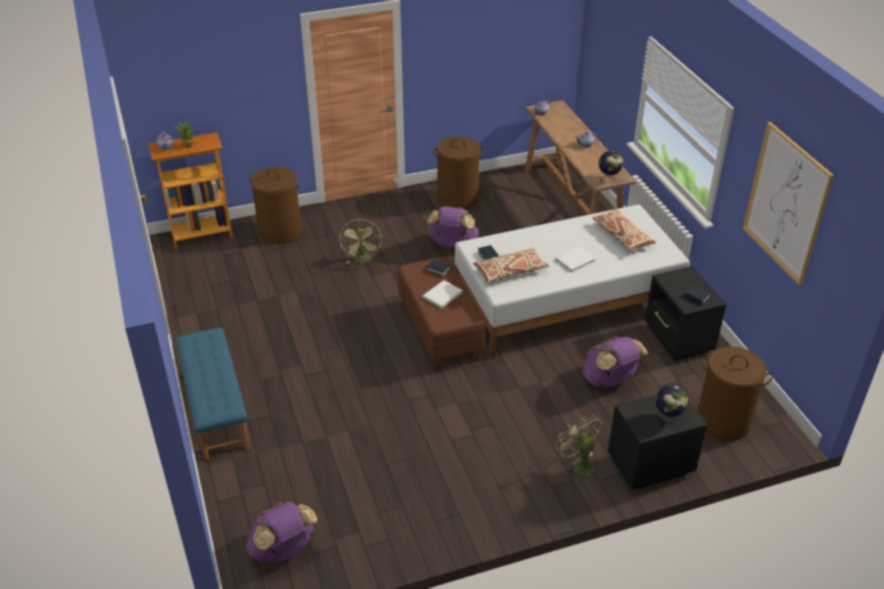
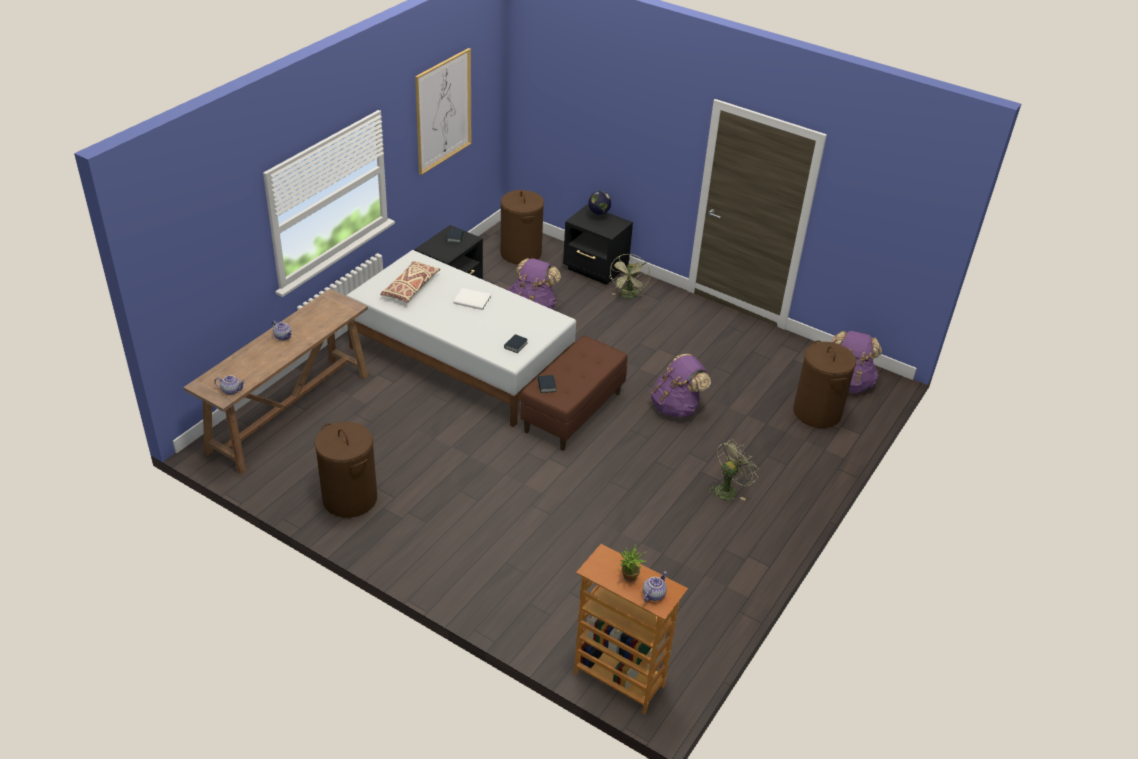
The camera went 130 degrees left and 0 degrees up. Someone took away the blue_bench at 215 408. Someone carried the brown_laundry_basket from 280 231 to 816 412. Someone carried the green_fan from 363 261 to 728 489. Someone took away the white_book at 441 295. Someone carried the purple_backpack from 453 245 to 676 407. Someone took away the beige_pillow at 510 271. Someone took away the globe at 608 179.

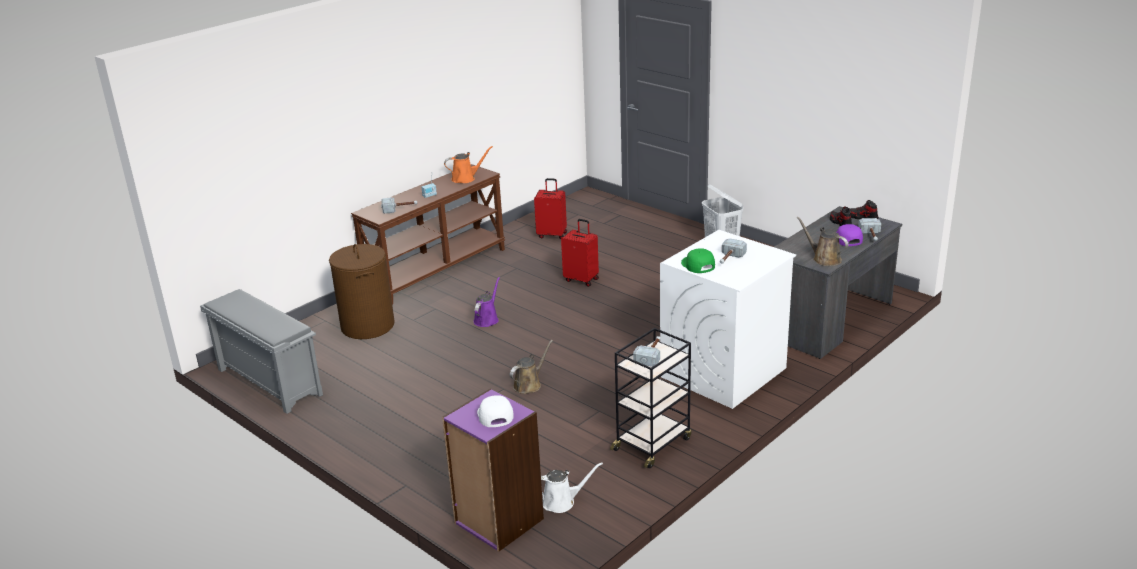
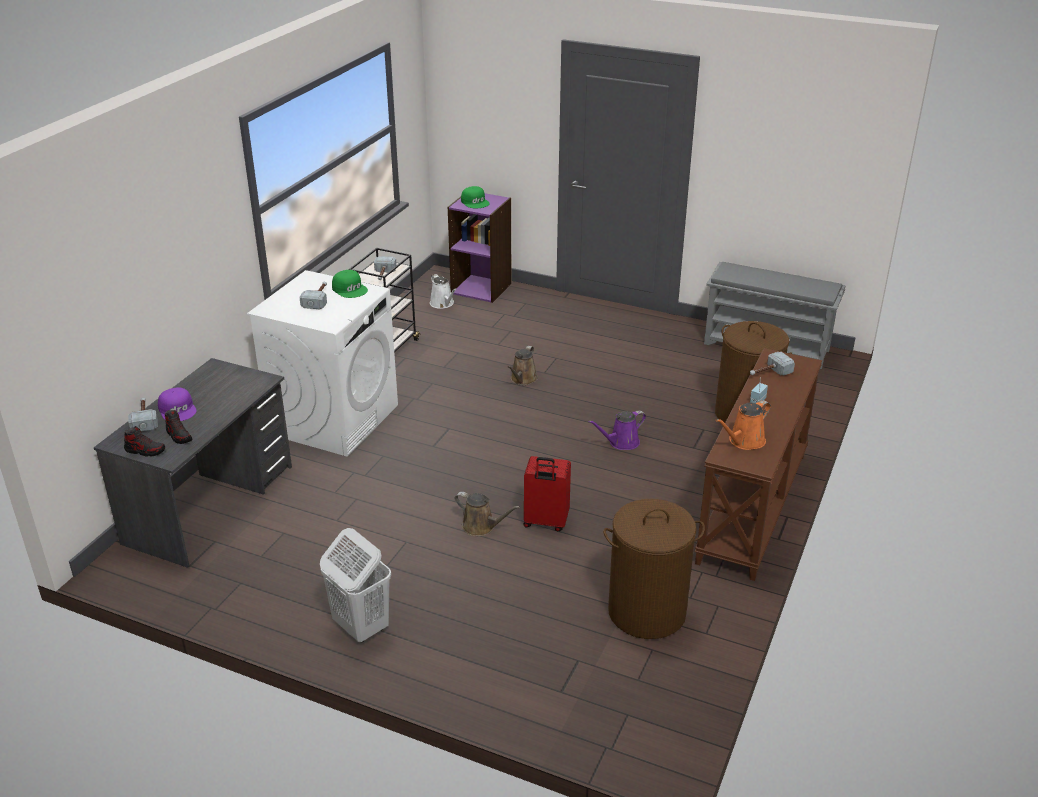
The camera went 160 degrees right and 5 degrees up. Someone rotated the purple_watering_can at 487 319 by 60 degrees clockwise. Someone repainted the white_cap at 494 415, which became the green_cap at 475 202. Someone swapped the red_suitcase at 552 235 for the brown_laundry_basket at 646 612. Someone rotated the white_watering_can at 561 502 by 90 degrees counterclockwise. Someone carried the brown_watering_can from 824 259 to 481 527.

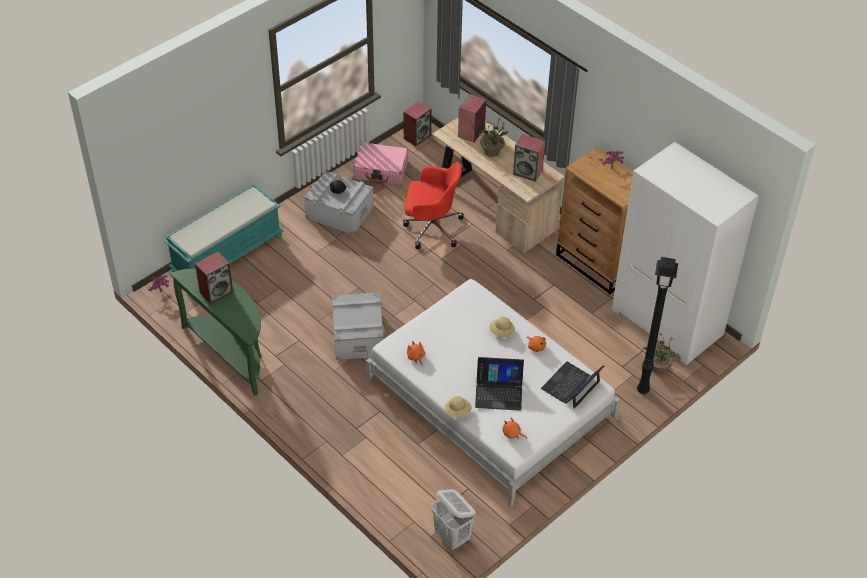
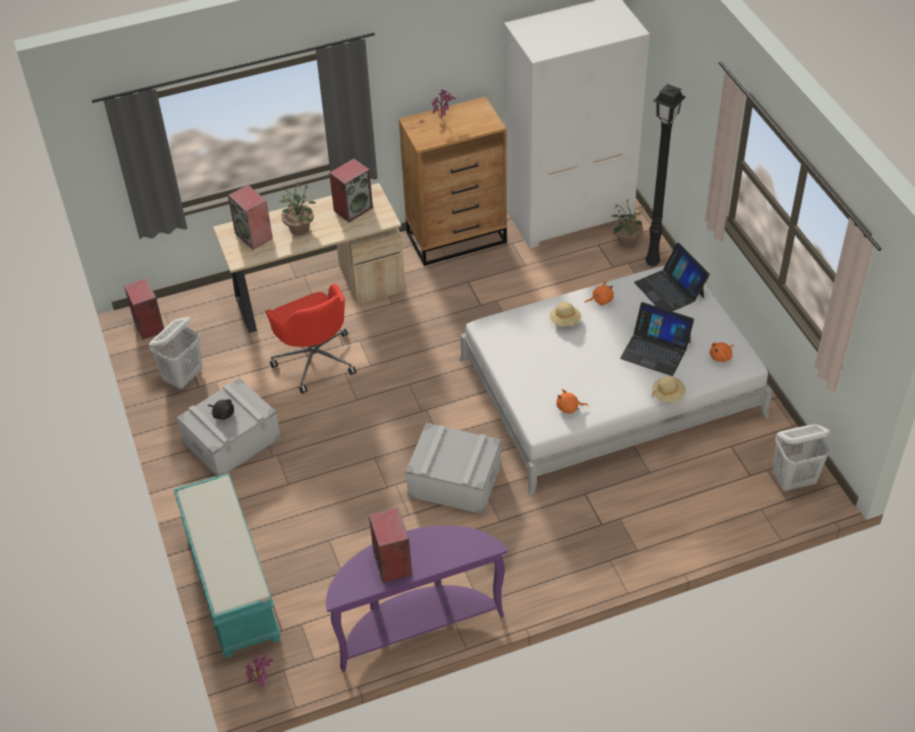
The camera went 65 degrees left and 0 degrees up. Someone repainted the green_console_table at 230 353, which became the purple_console_table at 416 625. Someone swapped the pink_suitcase at 381 170 for the white_laundry_basket at 184 377. Someone rotated the red_office_chair at 431 227 by 120 degrees clockwise. Someone rotated the laptop at 499 392 by 90 degrees clockwise.

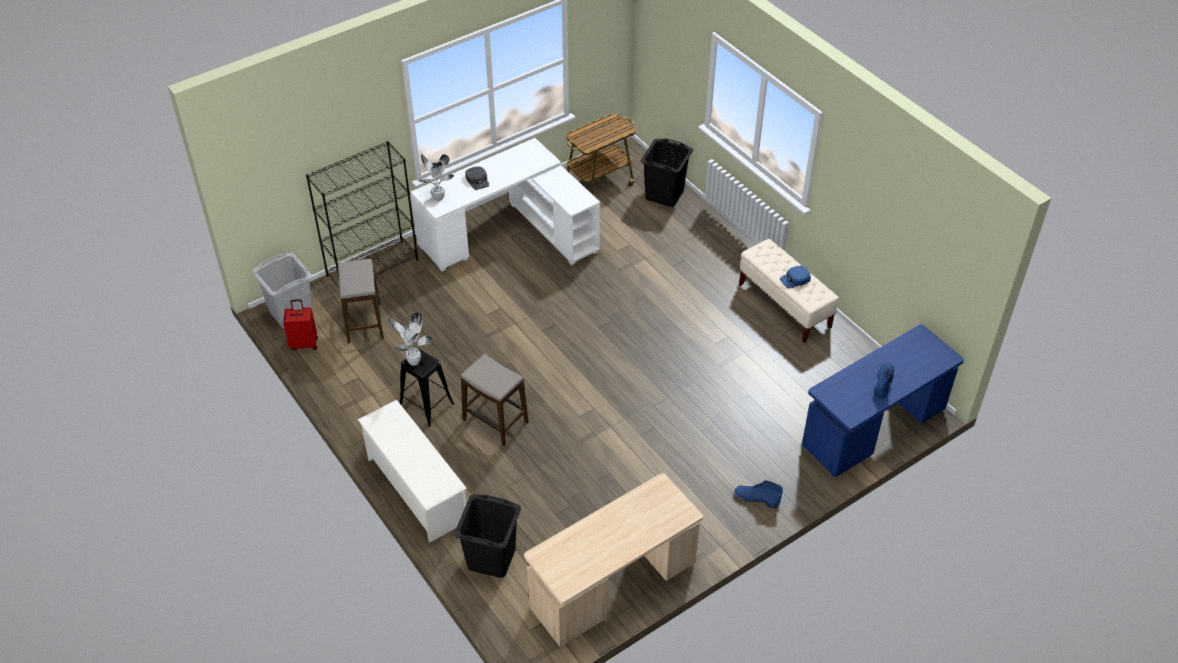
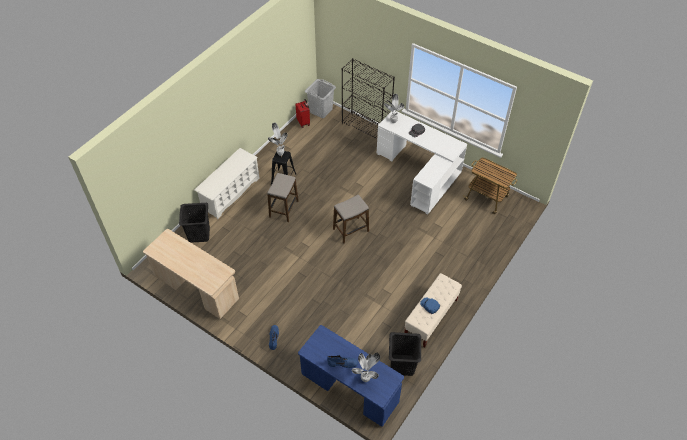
The camera went 70 degrees right and 5 degrees up. Someone carried the stool from 364 323 to 351 230. Someone carried the black_laundry_basket from 664 194 to 402 364. Someone put down the potted_plant at 366 378.

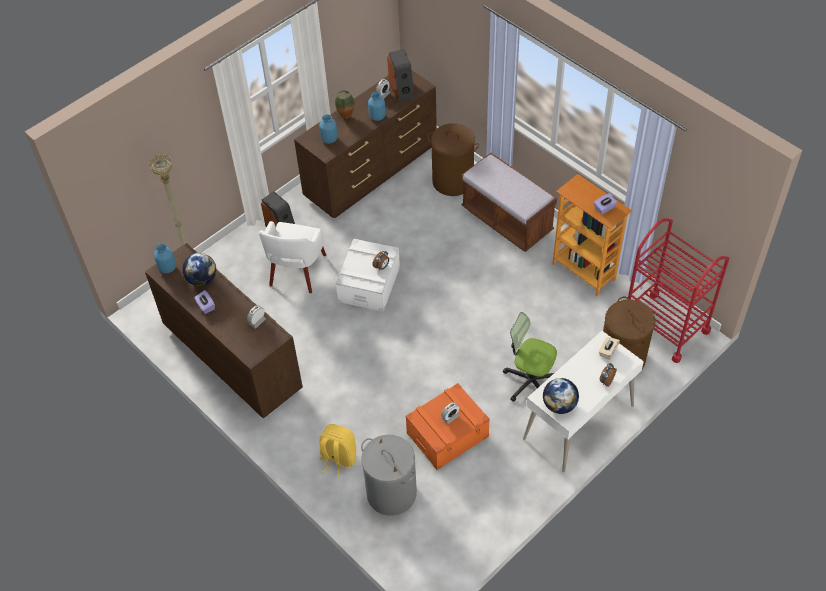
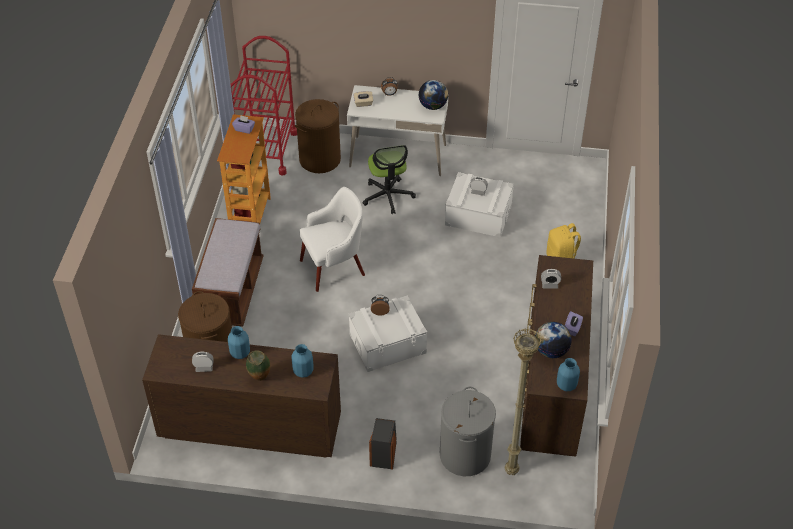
The camera went 130 degrees left and 5 degrees down. Someone carried the white_armchair from 297 271 to 333 267. Someone carried the grey_laundry_basket from 391 493 to 465 455. Someone took away the speaker at 402 90. Someone repainted the orange_storage_box at 447 434, which became the white_storage_box at 478 215.

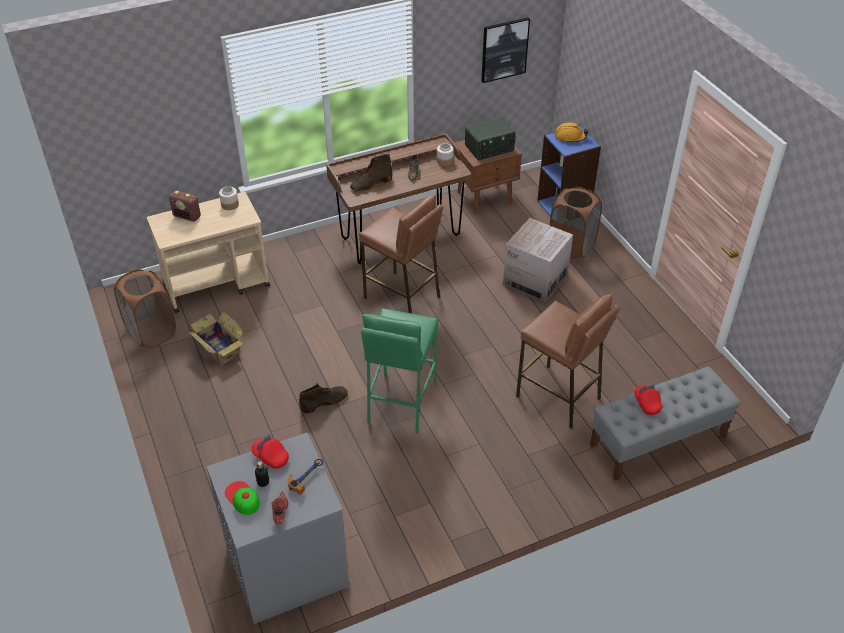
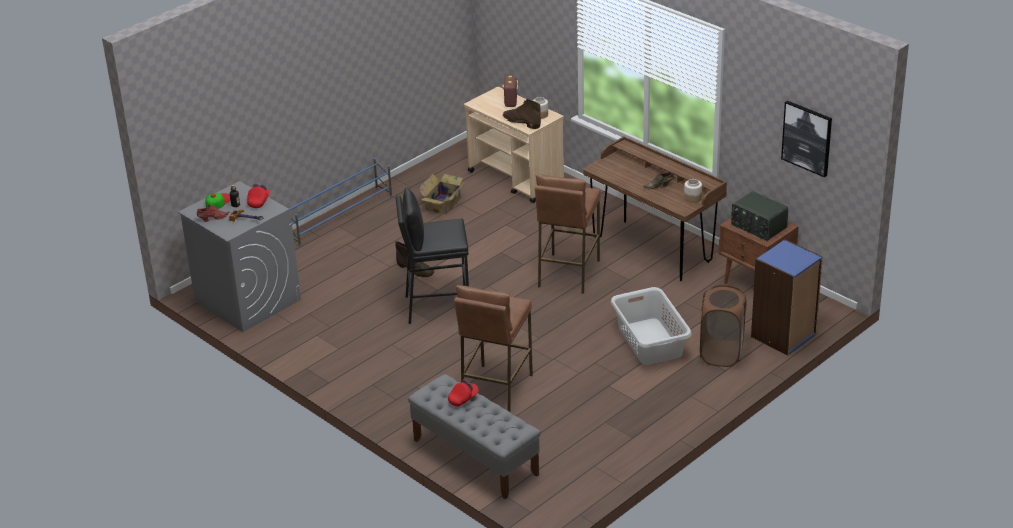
The camera went 70 degrees right and 10 degrees down. Someone took away the brown_laundry_basket at 151 332. Someone carried the brown_boot from 371 184 to 521 122. Someone repainted the green_stool at 400 403, which became the black_stool at 437 307. Someone swapped the cardboard_box at 535 280 for the grey_laundry_basket at 649 342. Someone took away the orange_hard_hat at 570 137. Someone put down the blue_shoe_rack at 340 216.

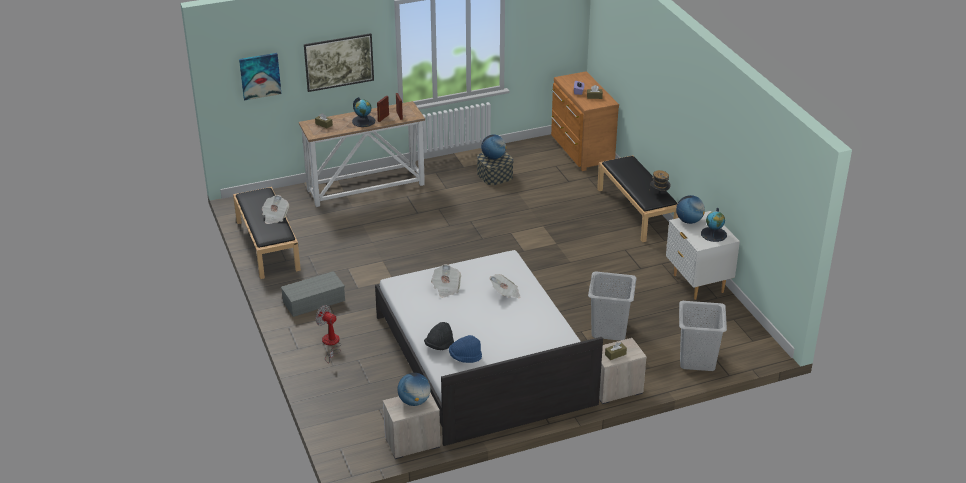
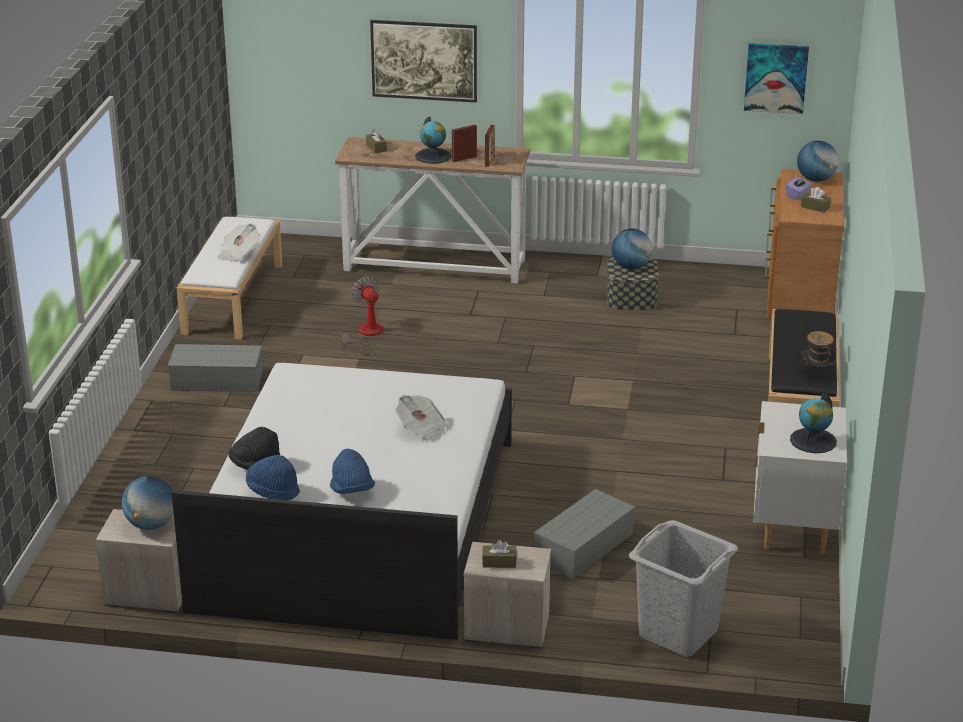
The camera went 30 degrees right and 5 degrees down. Someone repainted the black_bench at 267 245, which became the white_bench at 232 298. Someone carried the picture from 260 76 to 776 77. Someone carried the fan from 330 344 to 366 334. Someone took away the newspaper at 446 288. Someone swapped the grey_laundry_basket at 609 329 for the grey_storage_box at 584 545. Someone carried the globe from 689 221 to 816 180. Someone put down the blue_hat at 352 490.

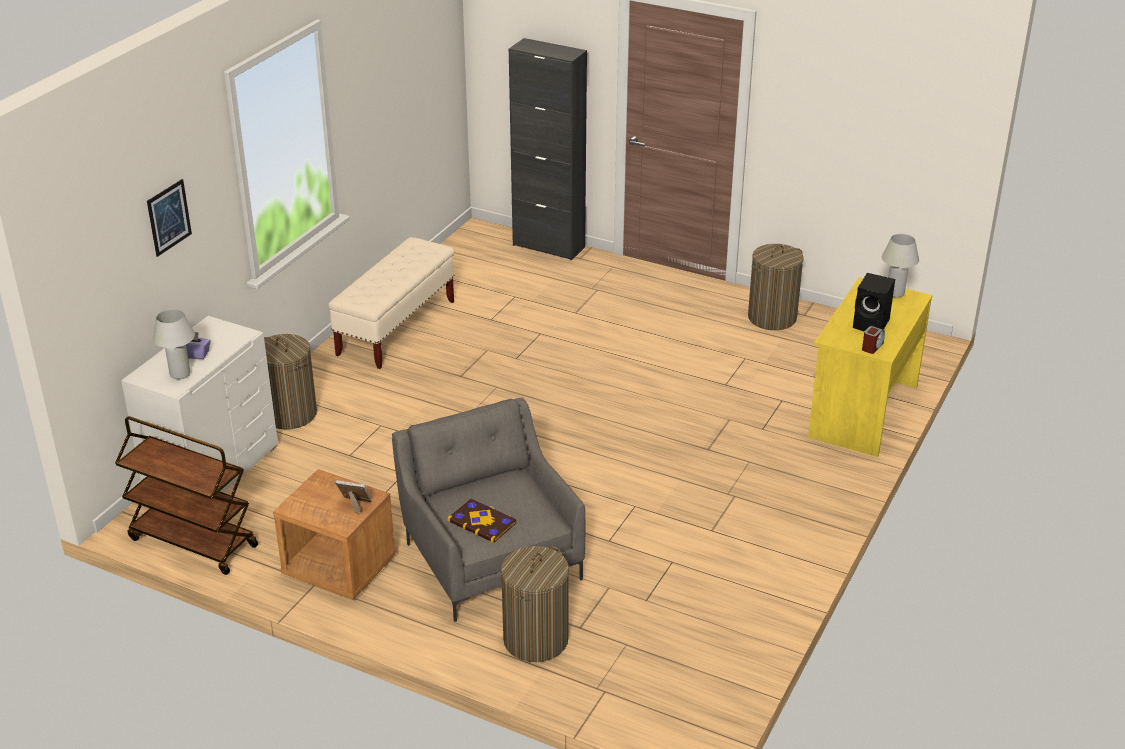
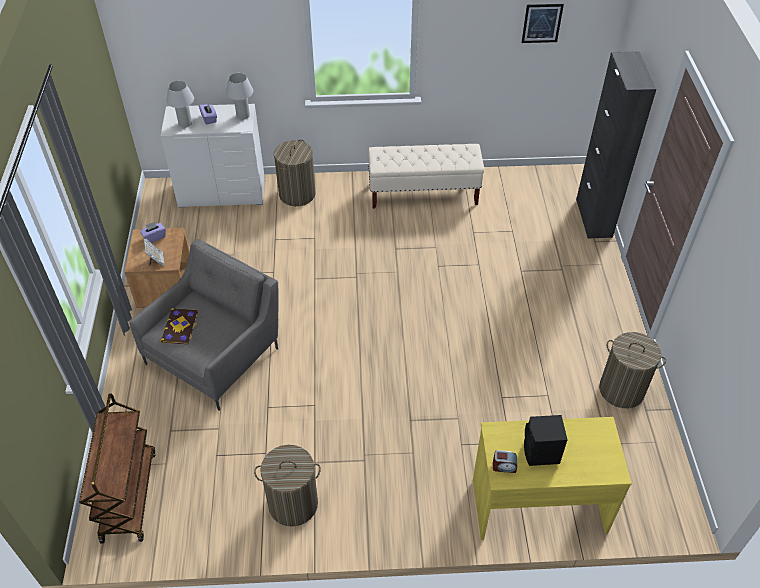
The camera went 60 degrees right and 15 degrees up. Someone carried the brown_cart from 192 542 to 128 495. Someone carried the picture from 169 217 to 542 23. Someone carried the laundry_basket from 535 640 to 293 504. Someone carried the white_table_lamp from 895 293 to 243 116. Someone put down the purple_tissue_box at 154 237.

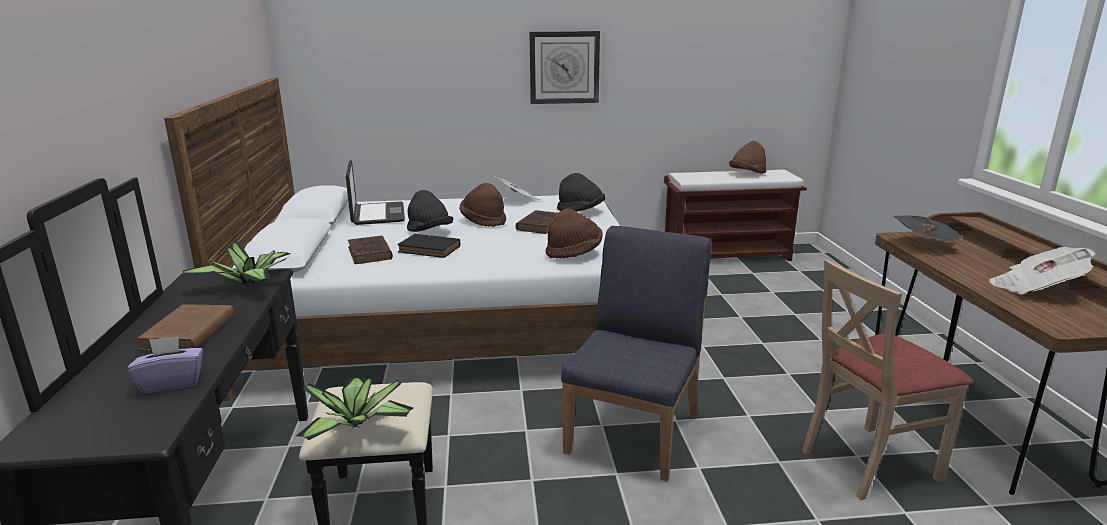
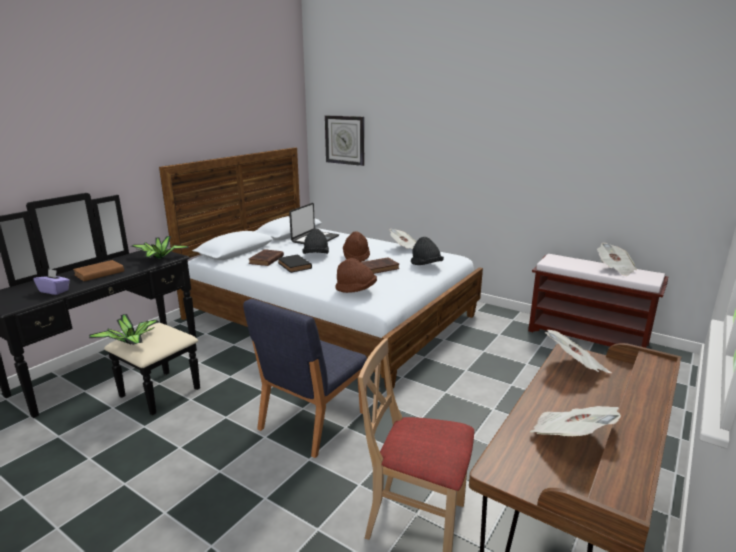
The camera went 40 degrees right and 0 degrees up. Someone carried the wall_clock from 564 67 to 345 140. Someone rotated the blue_chair at 634 432 by 150 degrees clockwise. Someone swapped the brown_hat at 747 174 for the newspaper at 615 269.

